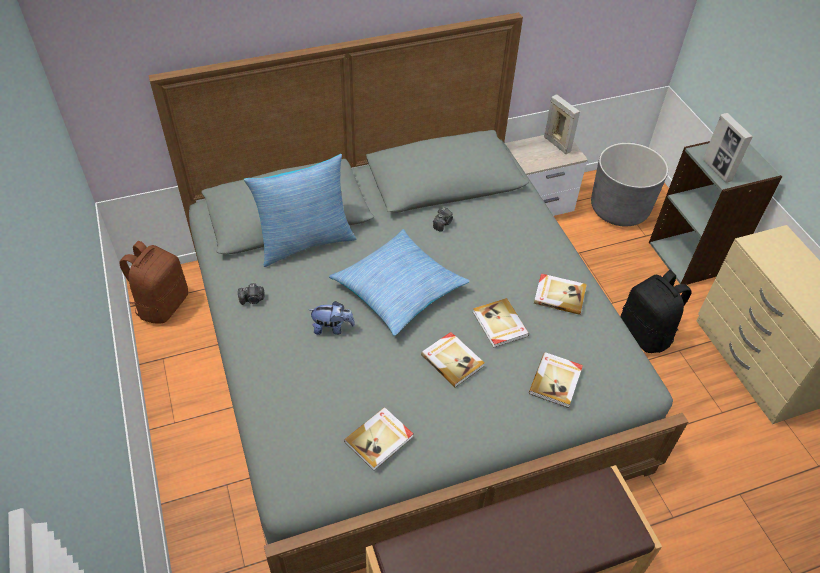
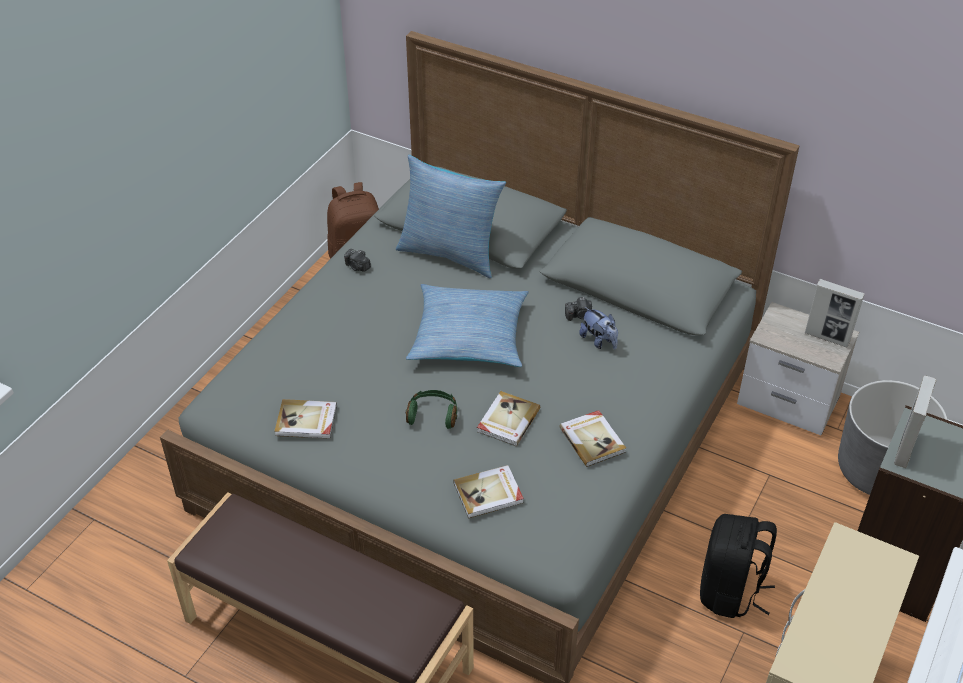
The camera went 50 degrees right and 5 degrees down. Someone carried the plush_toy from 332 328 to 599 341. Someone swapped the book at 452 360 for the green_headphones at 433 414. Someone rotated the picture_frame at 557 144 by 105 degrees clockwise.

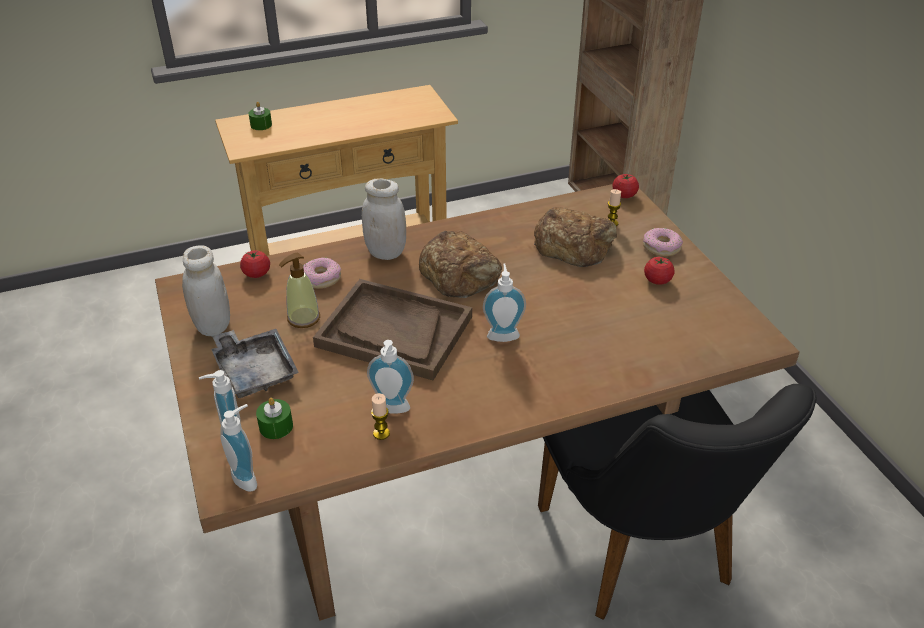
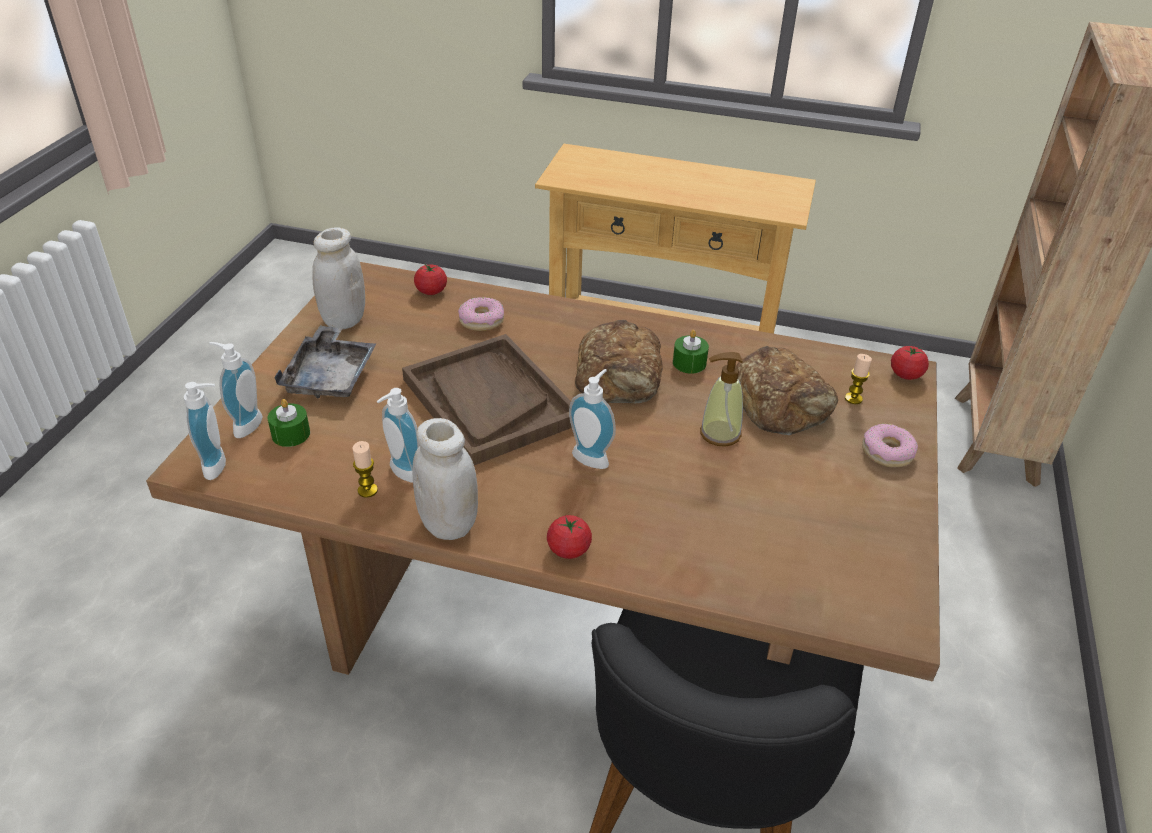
The camera went 35 degrees right and 0 degrees up. Someone carried the green_candle from 261 125 to 689 363. Someone carried the soap_dispenser from 303 318 to 719 433. Someone carried the white_jar from 386 252 to 448 524. Someone carried the tomato from 657 280 to 568 549.

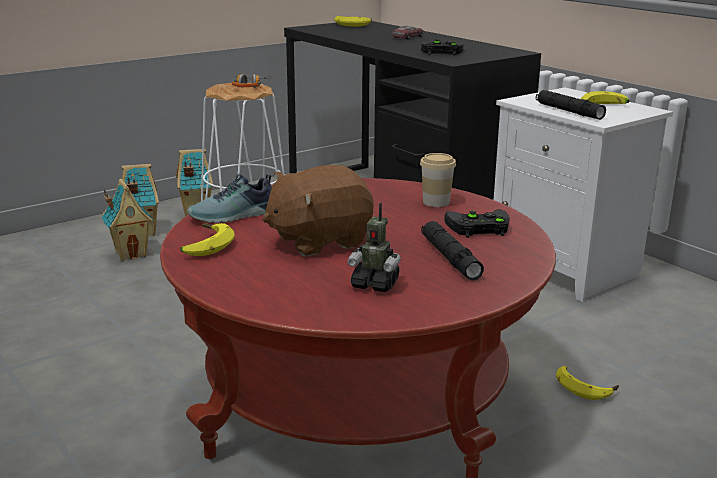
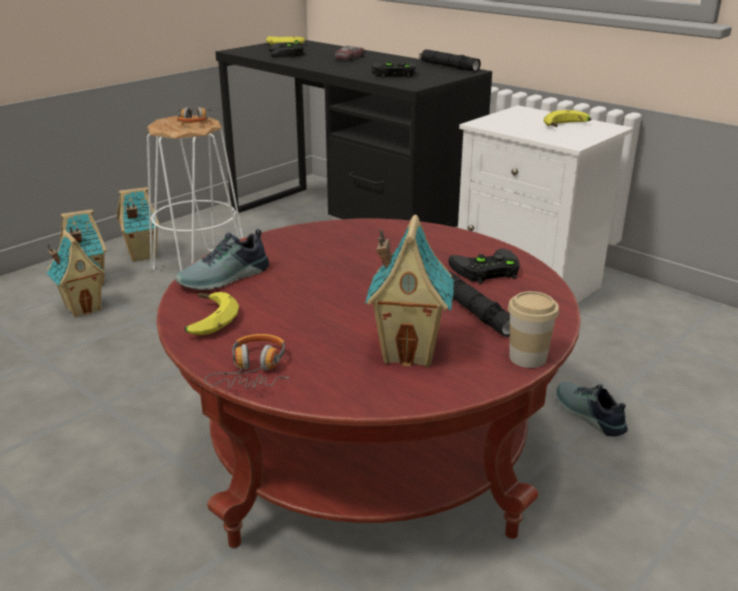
The camera went 10 degrees left and 5 degrees up. Someone took away the brown_plush_toy at 319 240. Someone swapped the toy_robot at 375 284 for the toy_house at 410 352. Someone carried the cup from 436 202 to 527 358. Someone carried the black_flashlight from 569 111 to 449 67. Someone swapped the banana at 585 387 for the shoe at 587 415. Someone put down the headphones at 253 371. Someone put down the black_game_controller at 288 54.

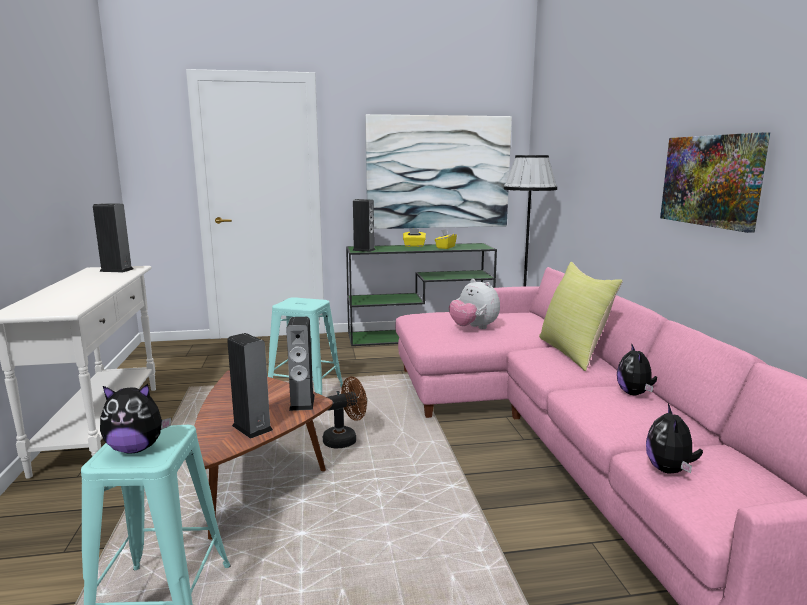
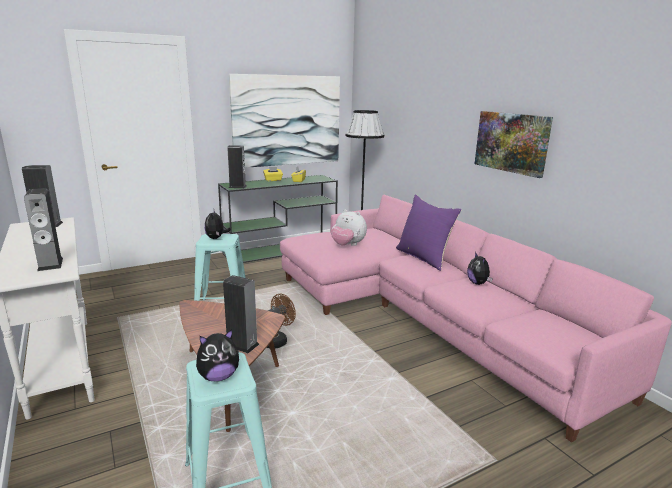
The camera went 20 degrees left and 5 degrees up. Someone carried the speaker from 302 402 to 50 264. Someone repainted the yellow_pillow at 573 352, which became the purple_pillow at 424 257. Someone carried the plush_toy from 669 470 to 216 238.

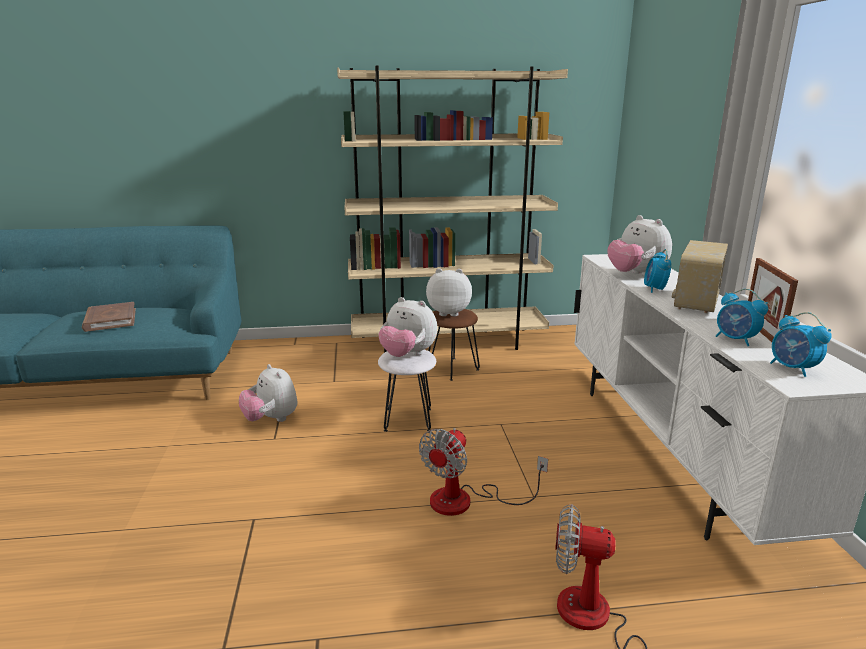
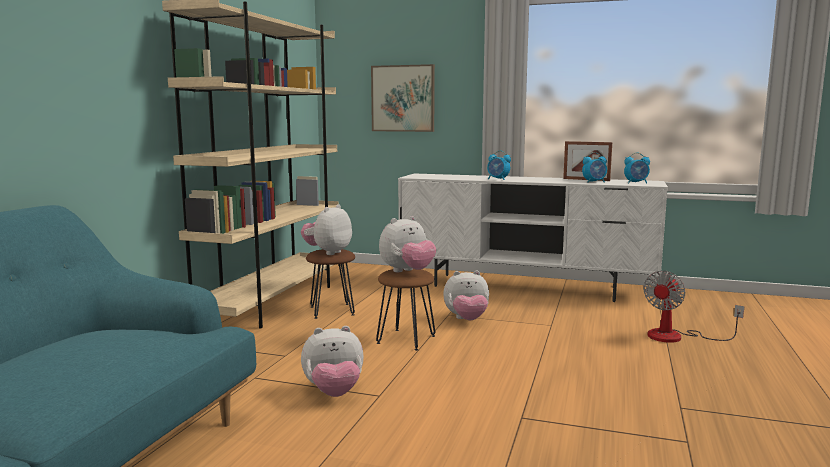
The camera went 65 degrees left and 10 degrees down. Someone took away the brown_book at 110 320. Someone repainted the white_stool at 408 419, which became the brown_stool at 406 339. Someone took away the fan at 466 501. Someone carried the plush_toy from 636 275 to 467 320. Someone took away the radio at 695 303. Someone put up the picture at 403 98.

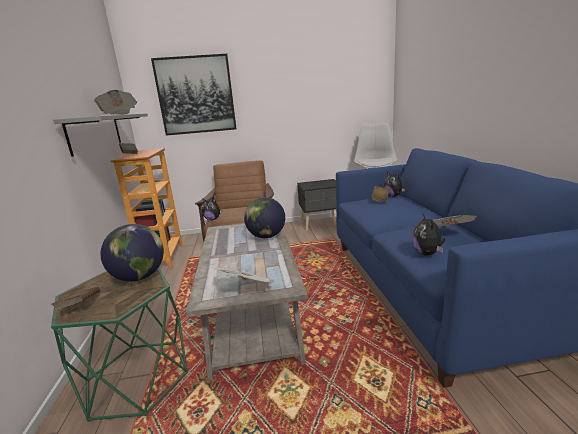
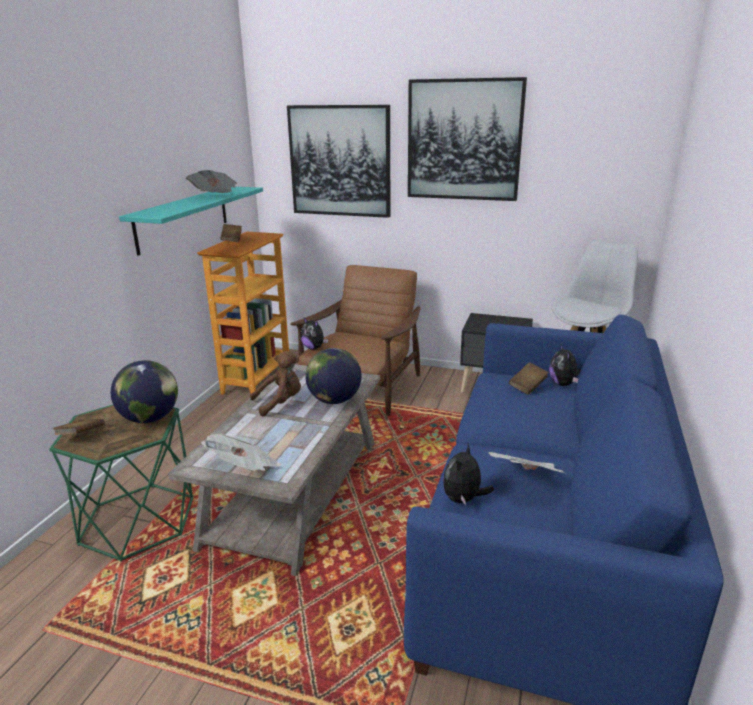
The camera went 25 degrees right and 5 degrees up. Someone repainted the grey_shelf at 95 133, which became the turquoise_shelf at 183 218. Someone put down the brown_plush_toy at 280 403. Someone put up the picture at 464 140.

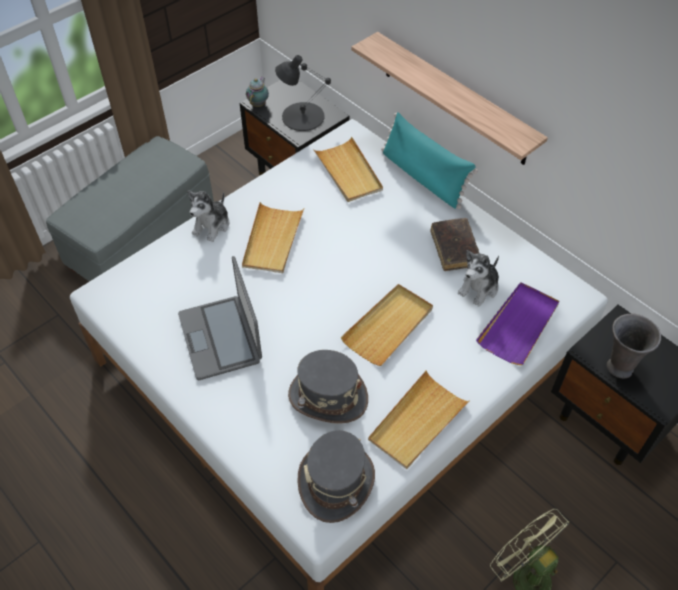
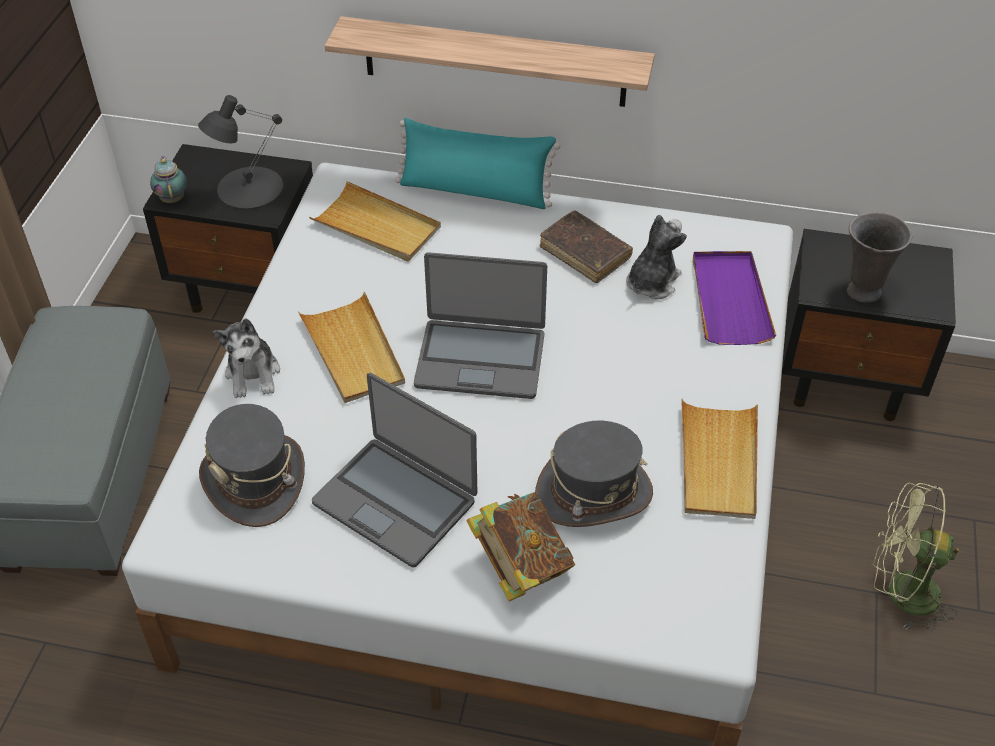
The camera went 35 degrees left and 5 degrees down. Someone carried the grey_hat from 336 482 to 255 480. Someone took away the beige_tray at 388 326. Someone rotated the plush_toy at 479 288 by 150 degrees counterclockwise. Someone put down the laptop at 480 359. Someone put down the book at 520 565.

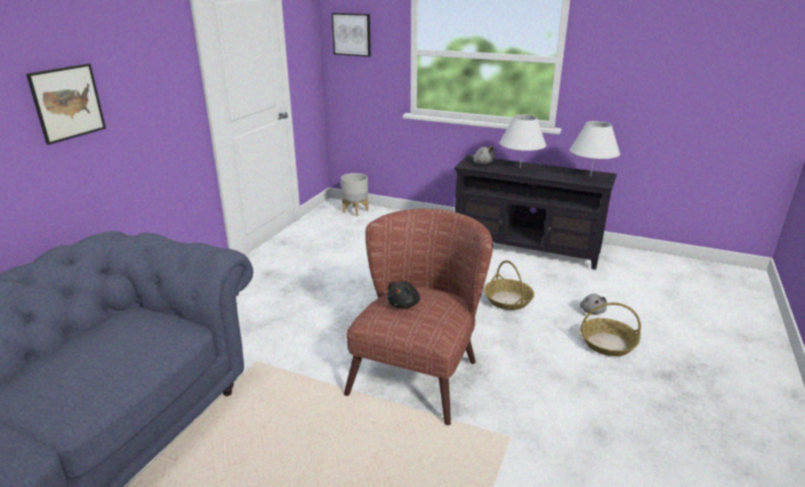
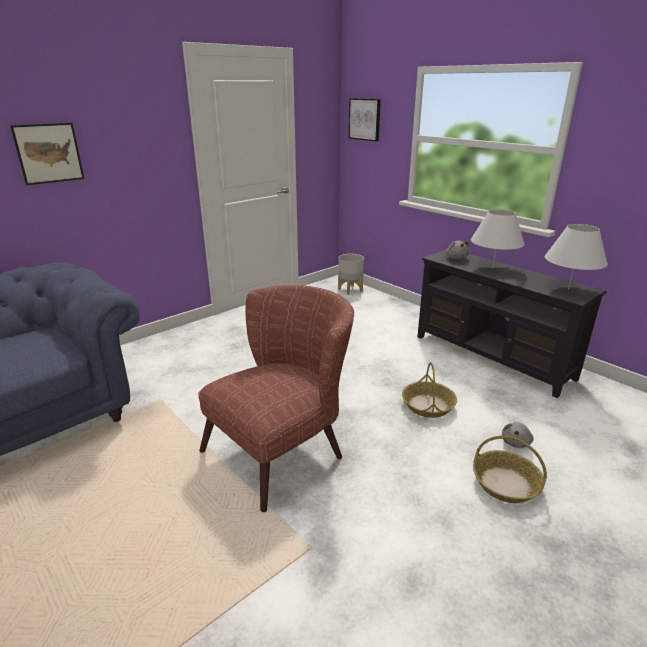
The camera went 25 degrees right and 0 degrees up. Someone took away the black_plush_toy at 404 304.

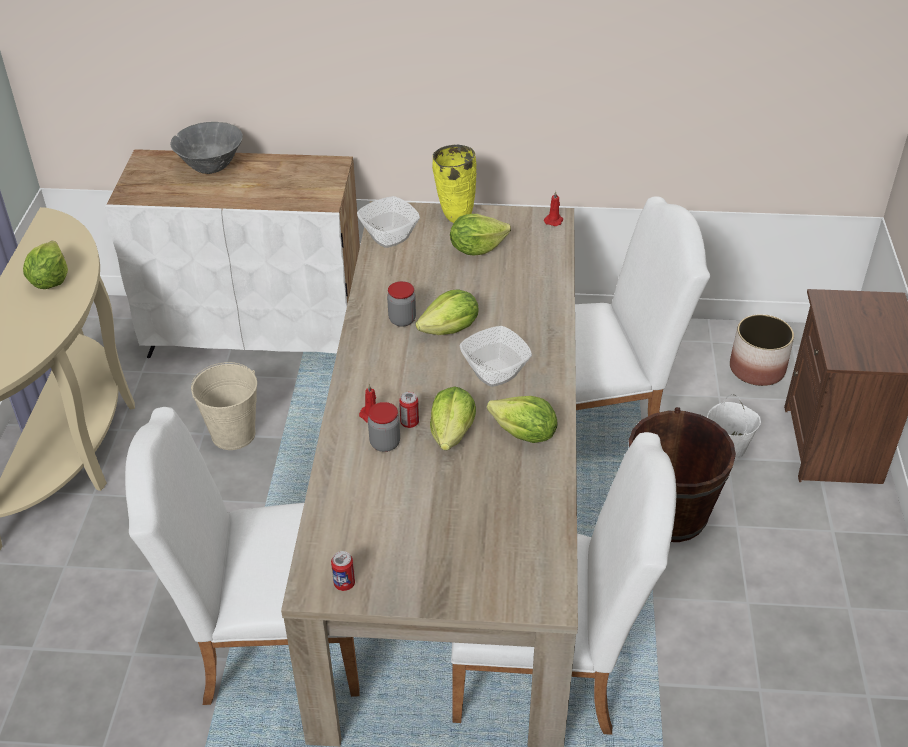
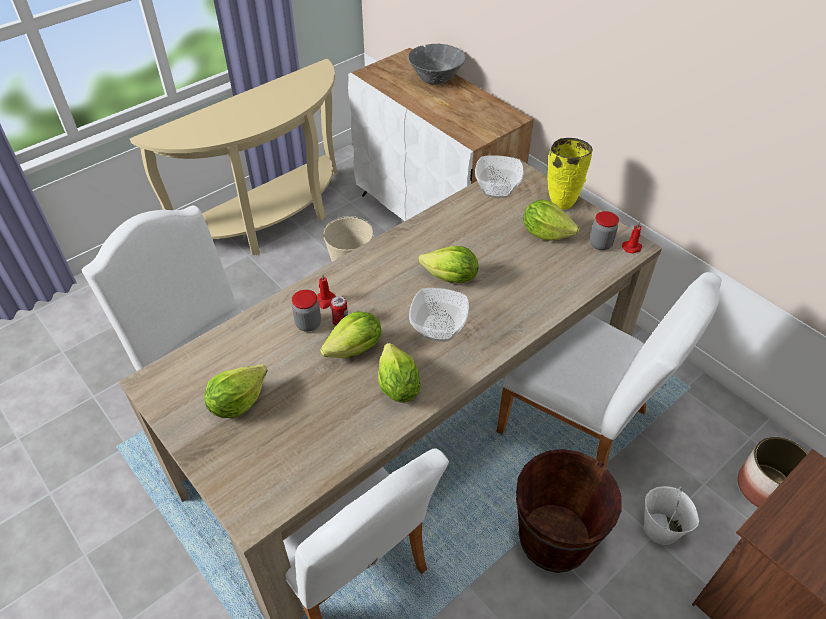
The camera went 45 degrees right and 5 degrees up. Someone carried the lettuce from 50 280 to 237 402. Someone took away the can at 344 583. Someone carried the jar from 402 320 to 600 244.

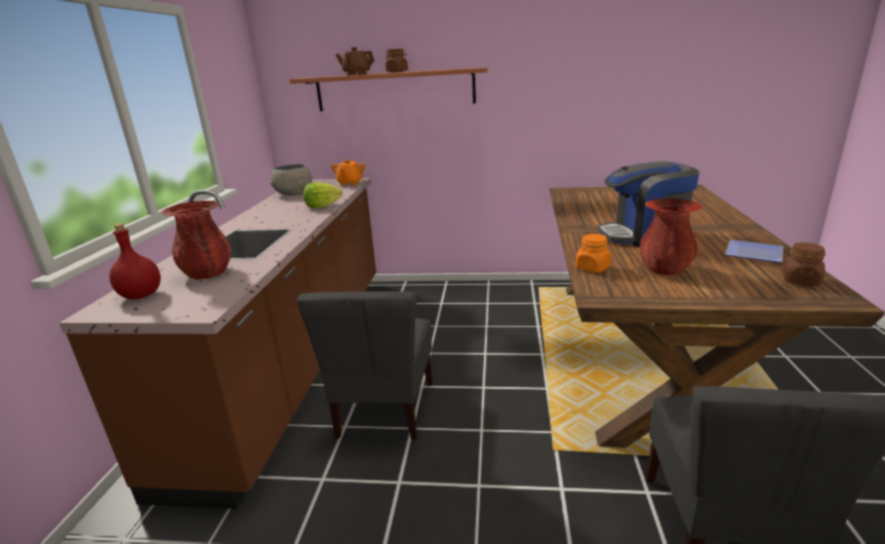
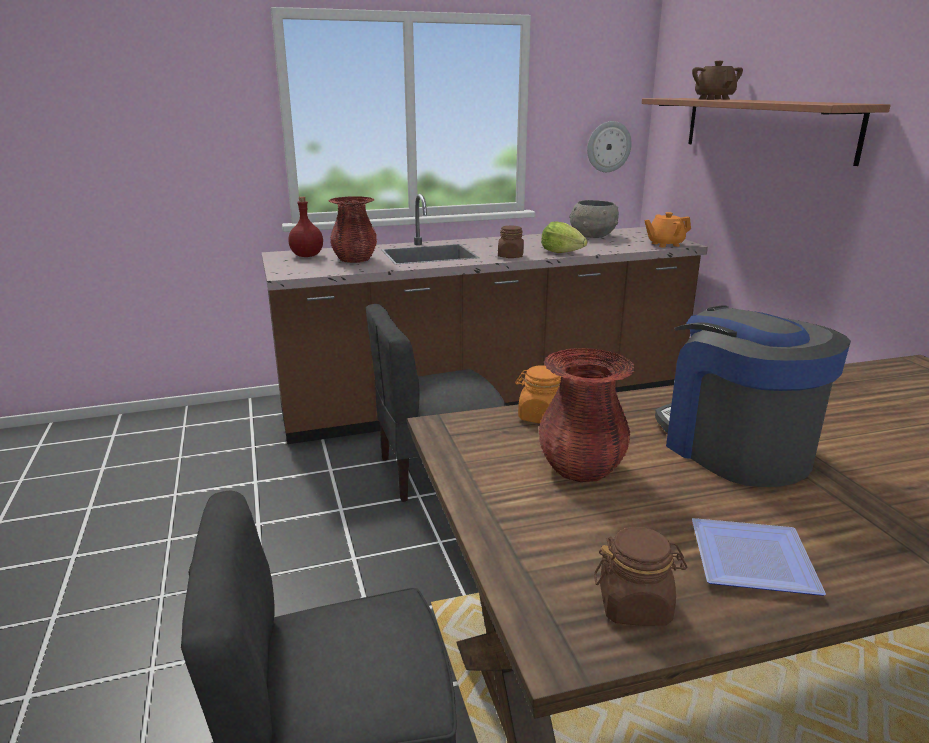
The camera went 65 degrees right and 0 degrees up. Someone carried the brown_jar from 397 72 to 510 256. Someone put up the wall_clock at 608 146.

